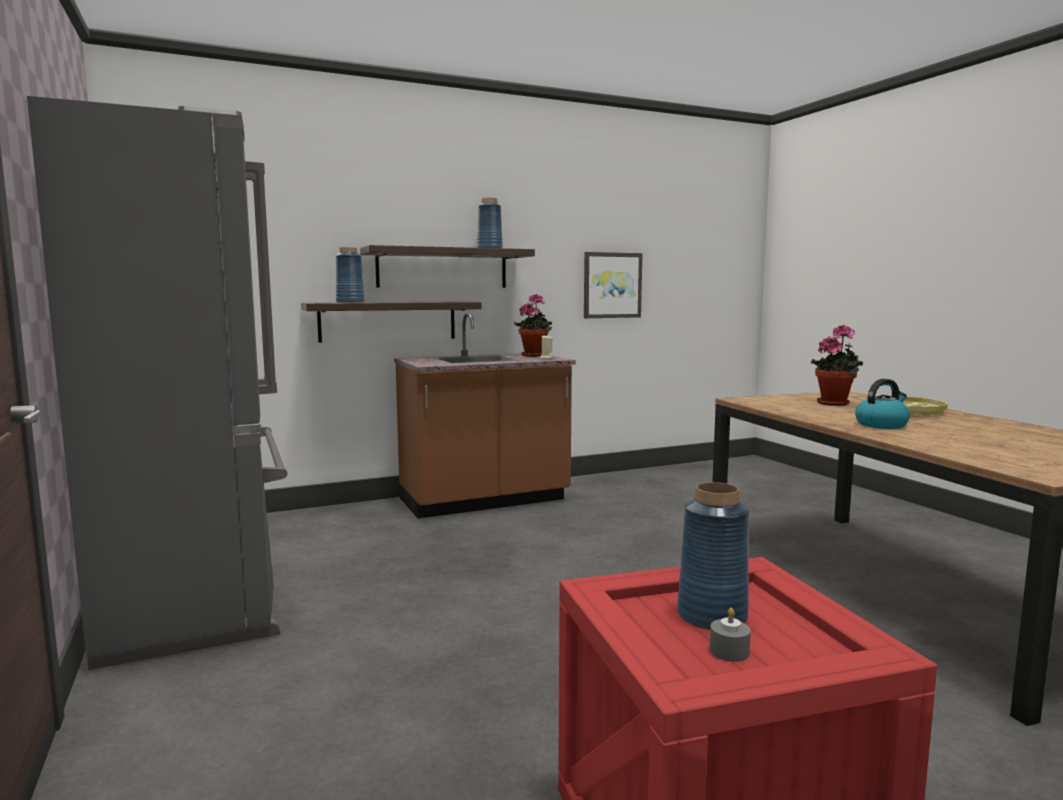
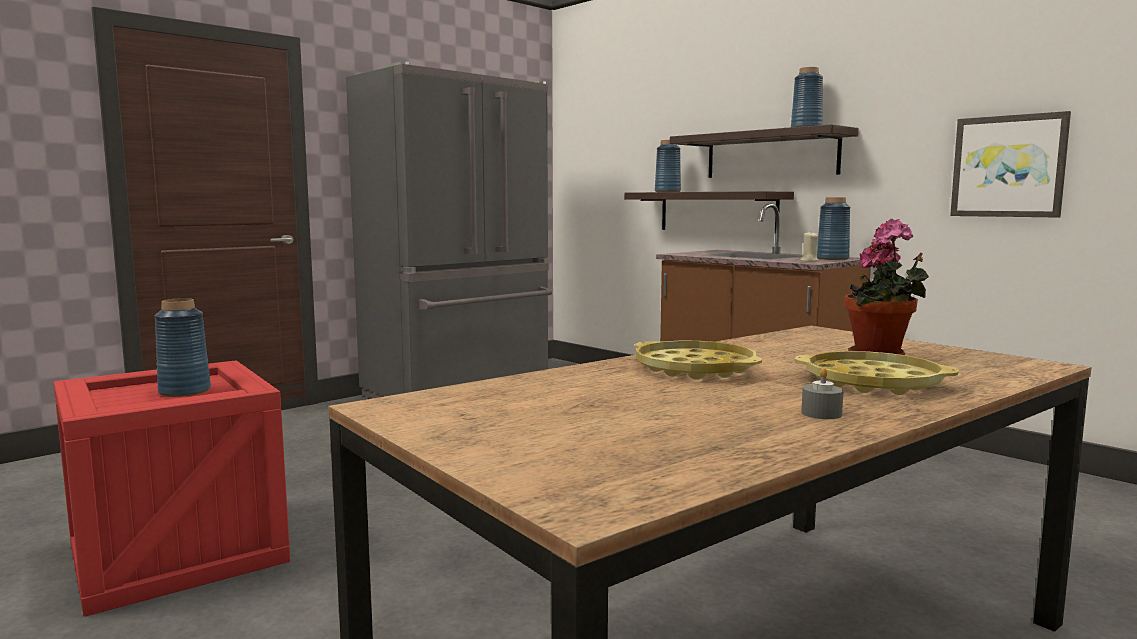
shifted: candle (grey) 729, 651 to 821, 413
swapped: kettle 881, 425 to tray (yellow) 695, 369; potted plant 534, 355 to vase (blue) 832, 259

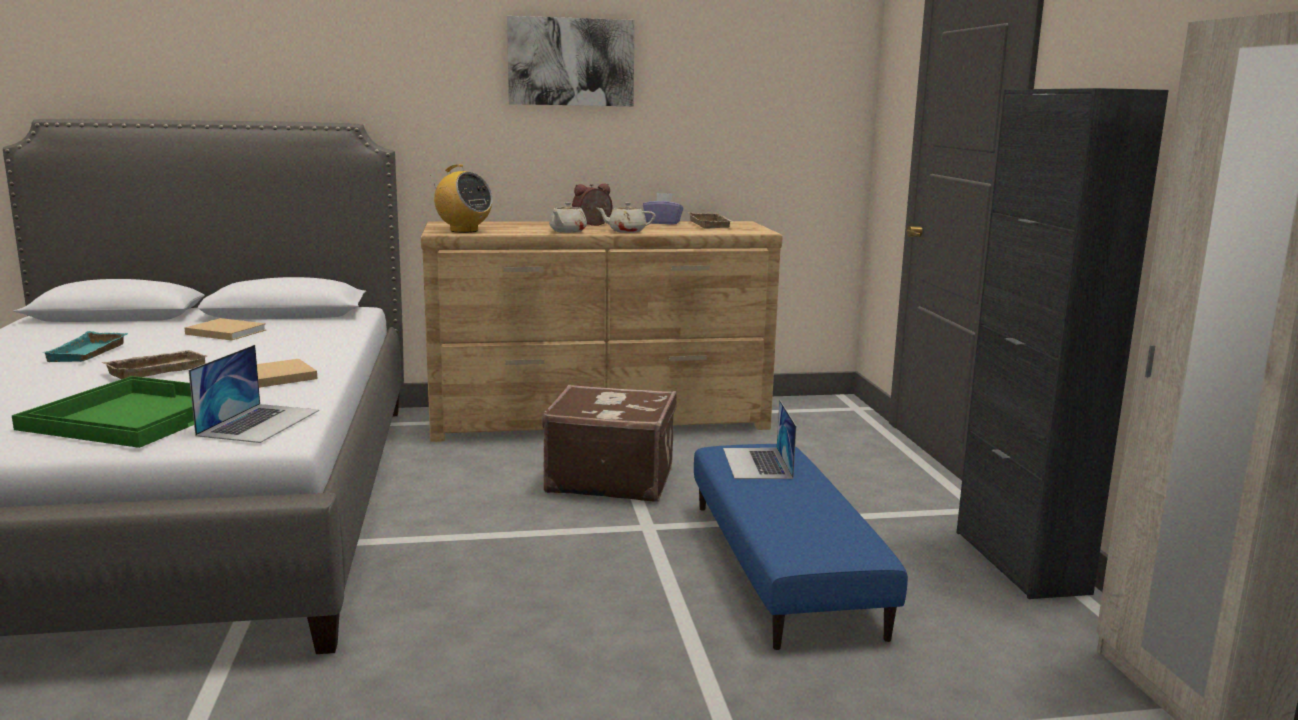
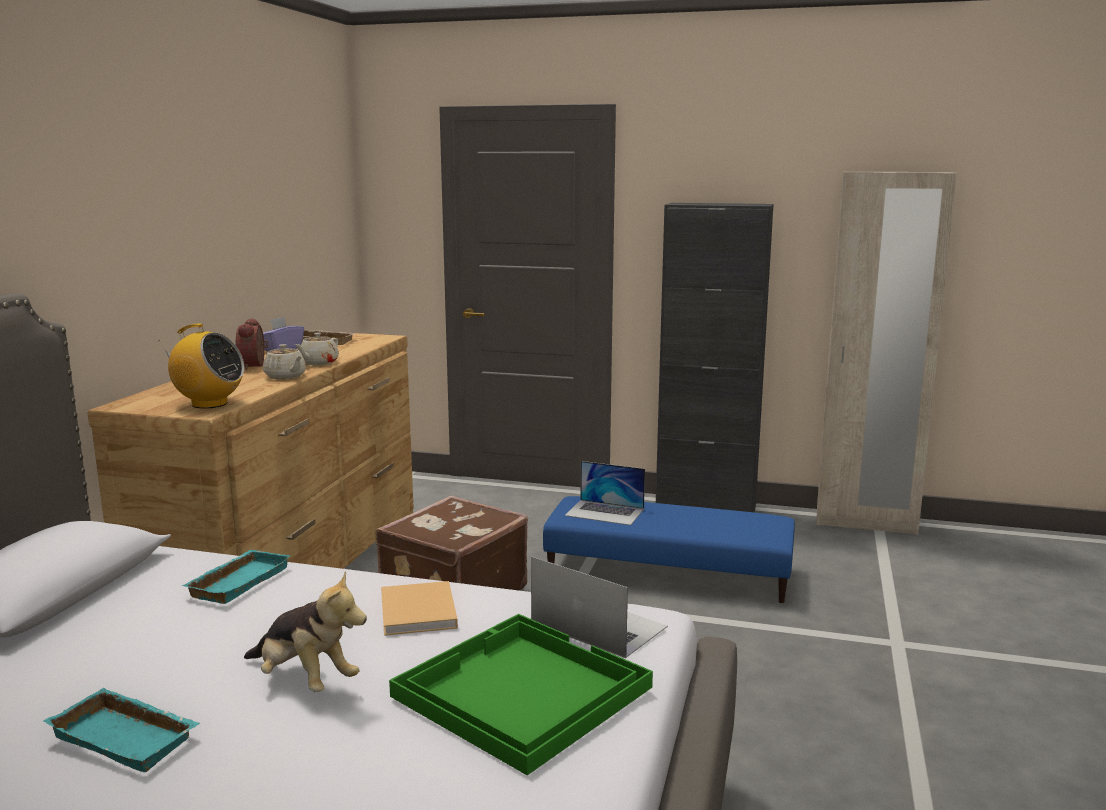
gone: book (beige) 224, 332; picture 571, 62
new: tray (turquoise) 237, 581
swapped: tray (beige) 157, 369 to plush toy 304, 680
rotated: radio 463, 230 = 209, 404 45 degrees clockwise

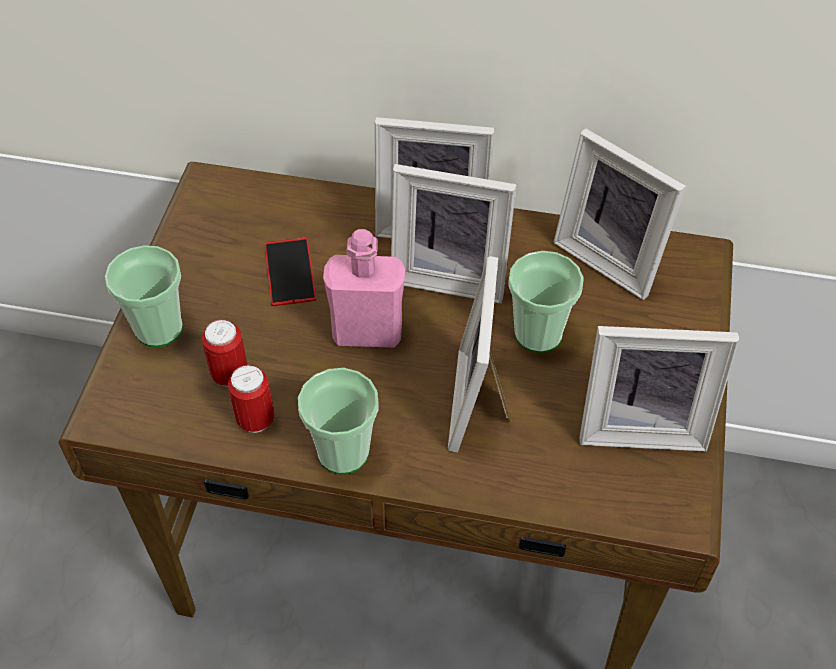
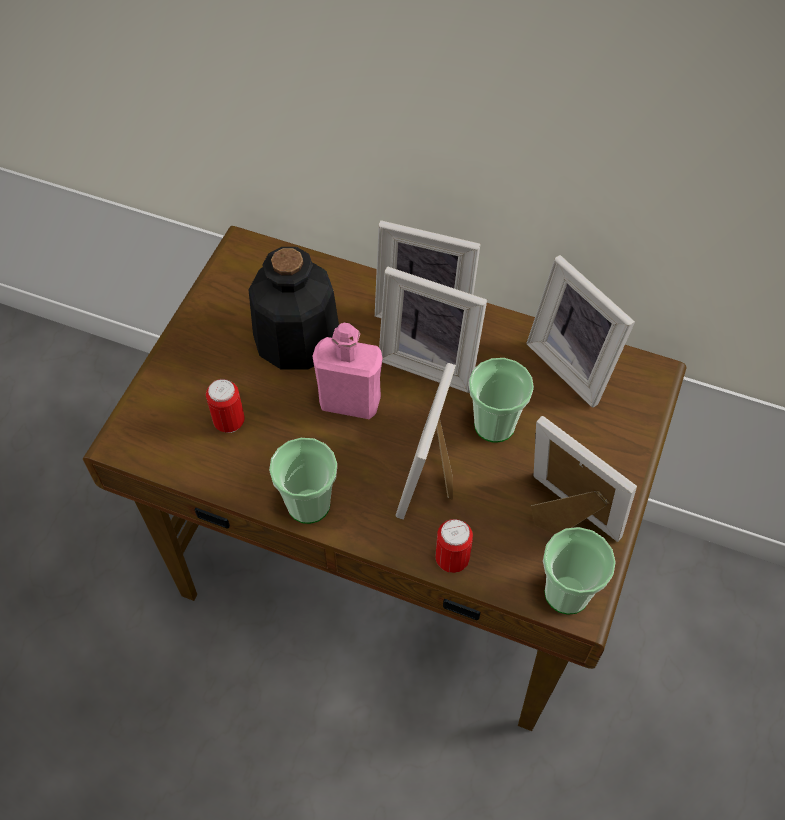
shifted: can 255, 420 to 452, 559; cup 159, 328 to 567, 593
swapped: phone 290, 272 to bottle 296, 338
rotated: picture frame 641, 424 = 564, 519 150 degrees counterclockwise

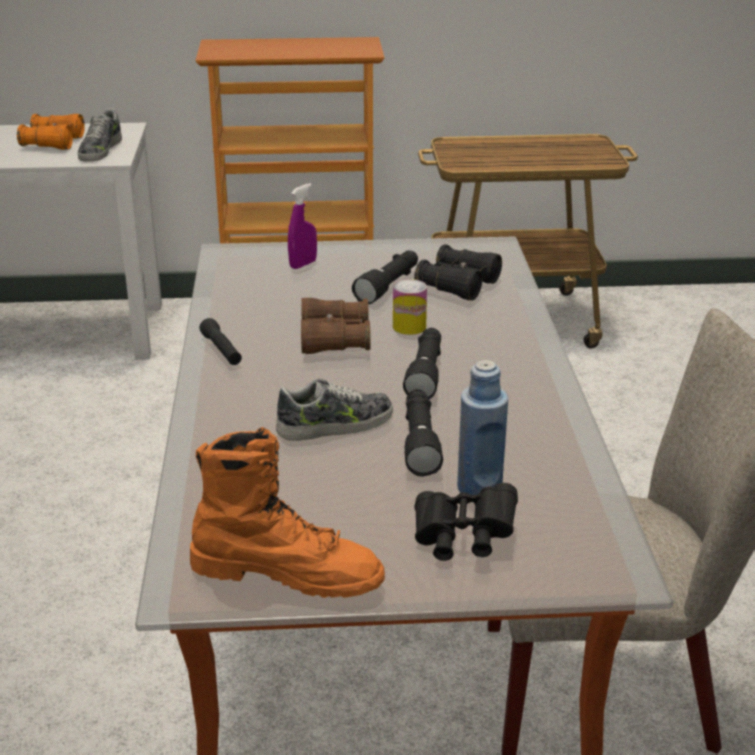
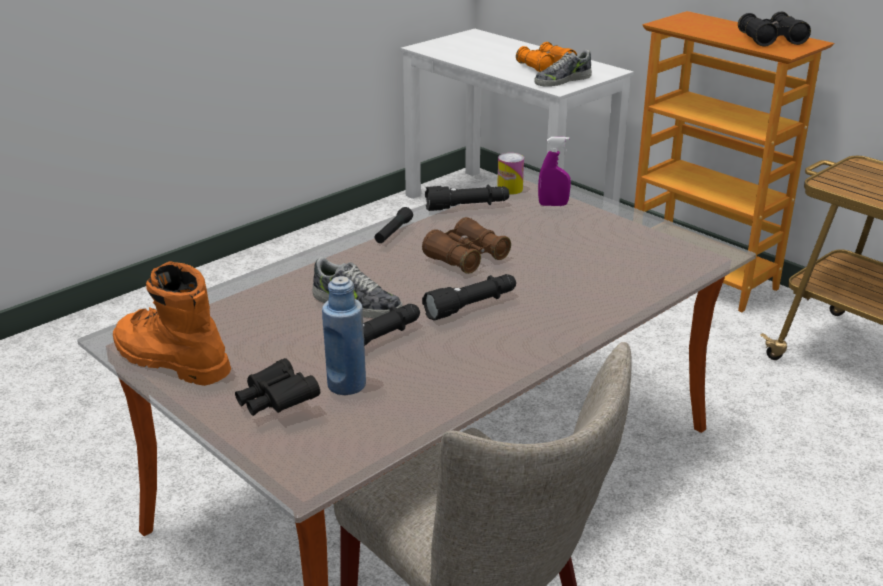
shifted: flashlight (black) 389, 286 to 467, 207; can 409, 327 to 510, 189; binoculars (black) 458, 285 to 771, 40
rotated: boot (orange) 287, 574 = 169, 360 150 degrees clockwise

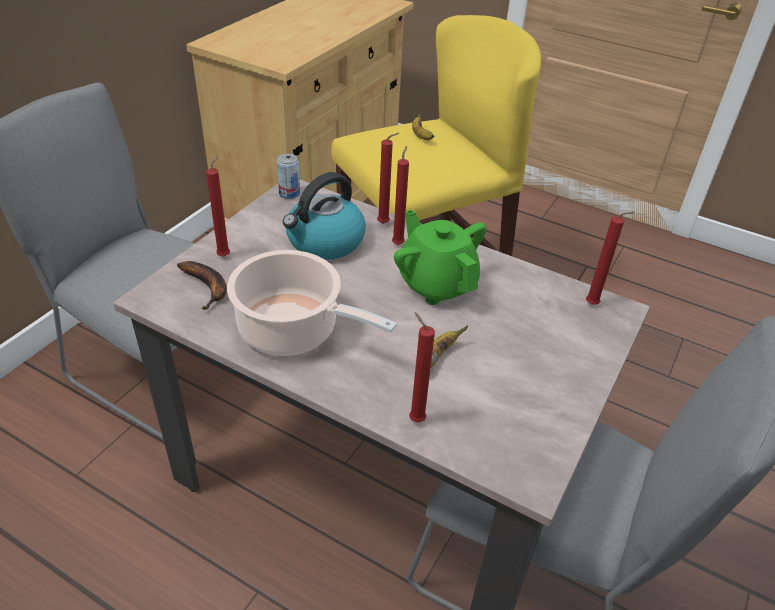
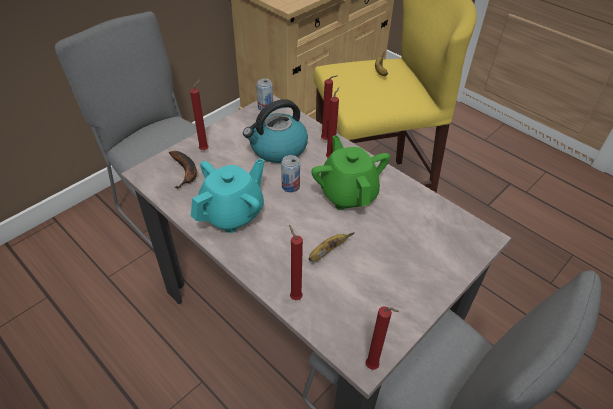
new: can 290, 186
shifted: candle (red) 594, 305 to 373, 367
swapped: cooking pot 294, 330 to teapot (turquoise) 233, 214

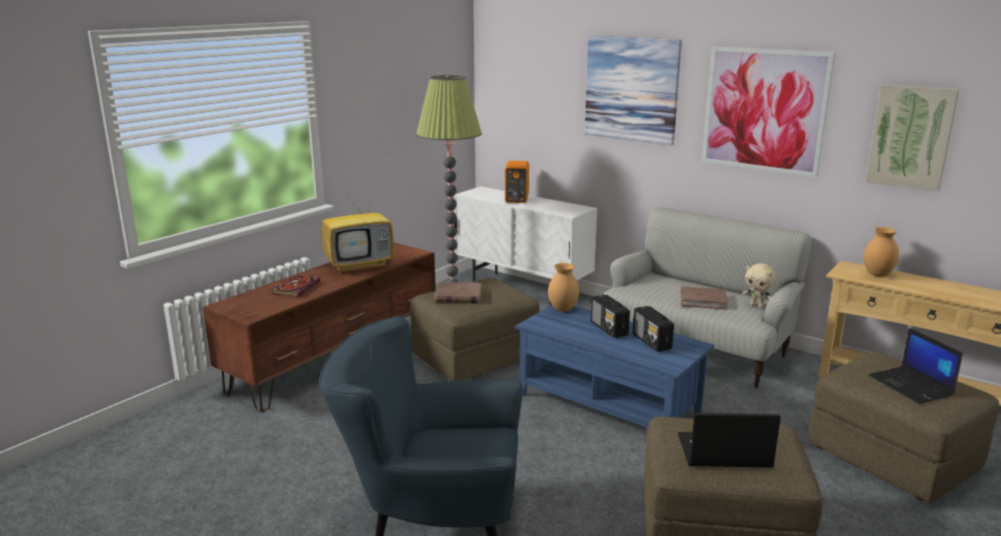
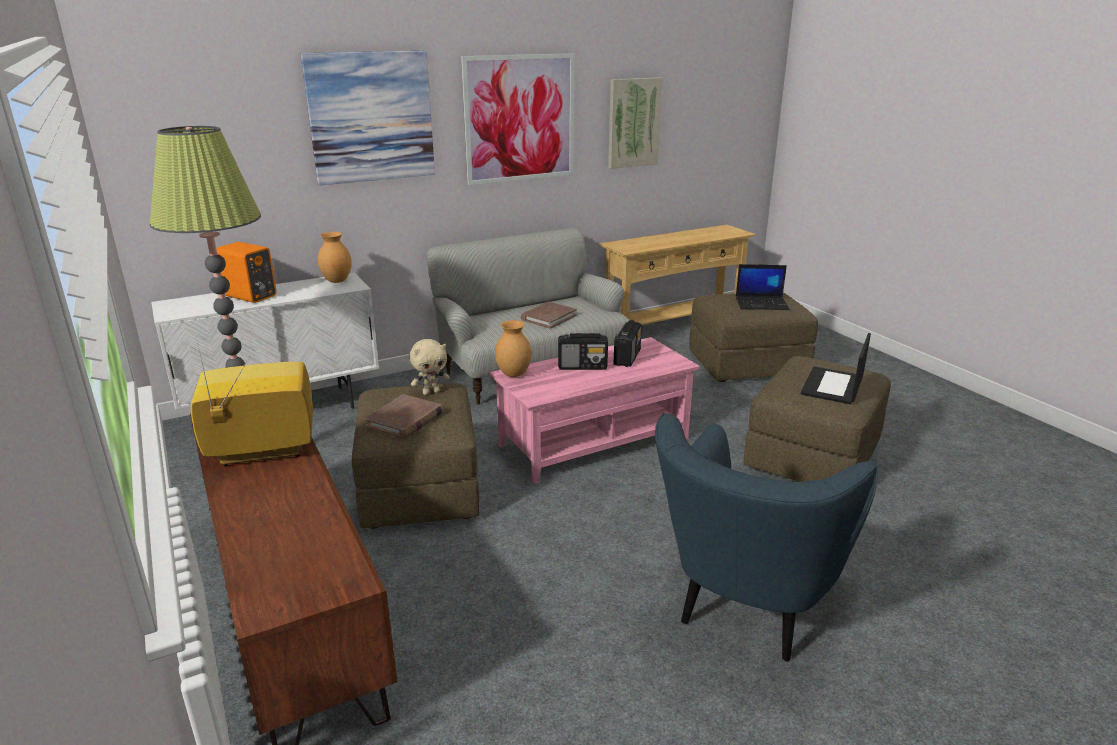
gone: book 295, 287
shifted: vase (brown) 877, 274 to 336, 281; plush toy (beige) 757, 306 to 431, 392
repainted: coffee table (blue) 608, 404 to coffee table (pink) 594, 441
rotated: television 360, 265 = 260, 452 105 degrees counterclockwise; radio 652, 342 = 627, 357 75 degrees counterclockwise

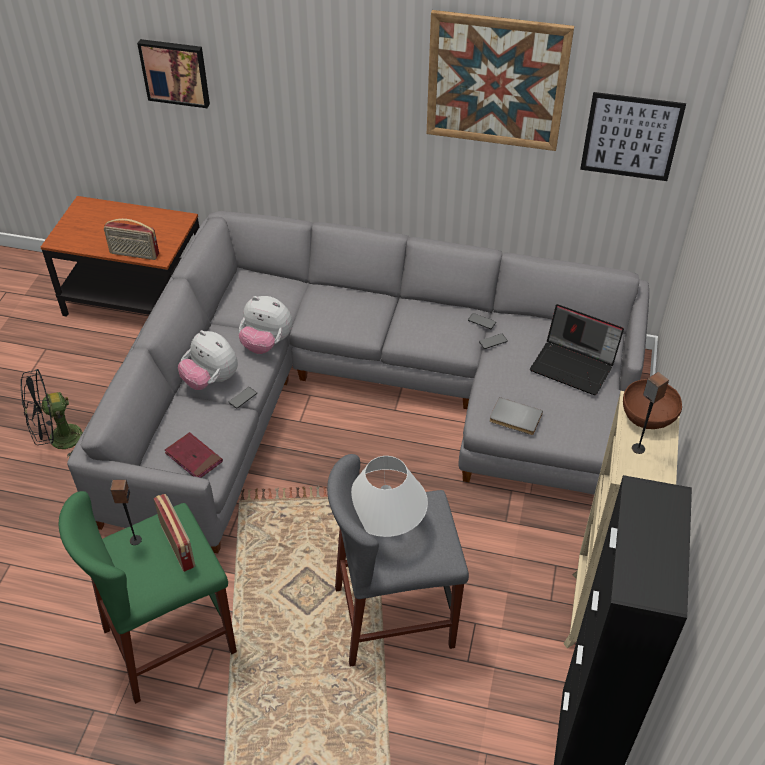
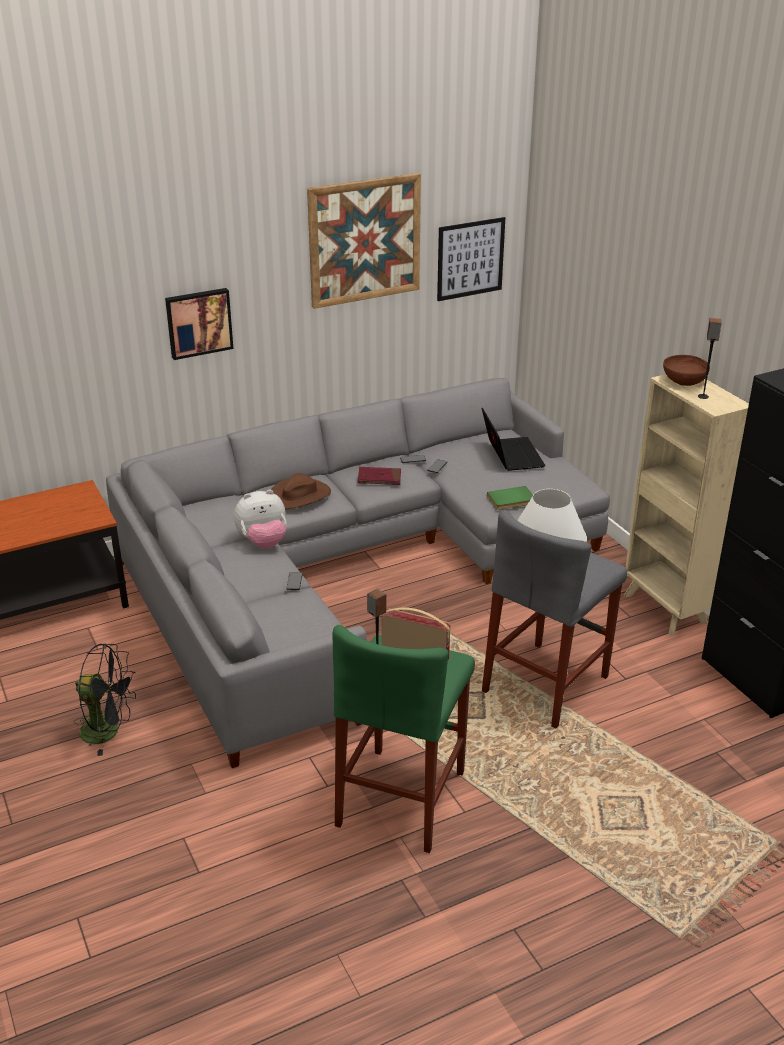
gone: radio 134, 254; plush toy 211, 380
new: hat (brown) 299, 496
shifted: picture 175, 72 to 198, 322; book (red) 194, 458 to 379, 478
repainted: book (grey) 515, 419 to book (green) 511, 500
rotated: fan (black) 58, 441 = 108, 731 105 degrees counterclockwise; laptop 574, 365 = 510, 455 90 degrees counterclockwise

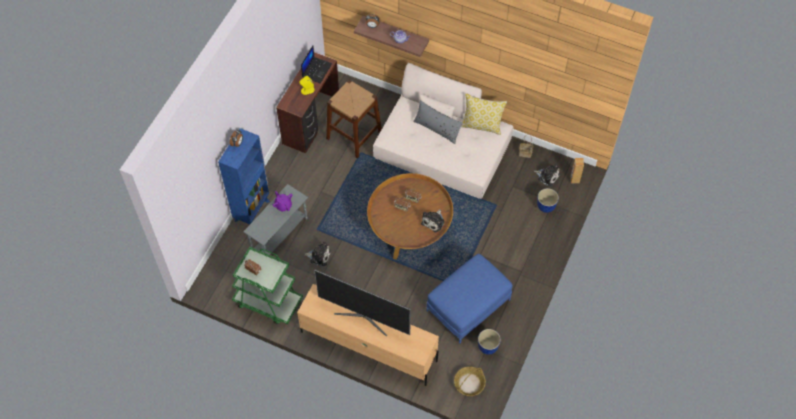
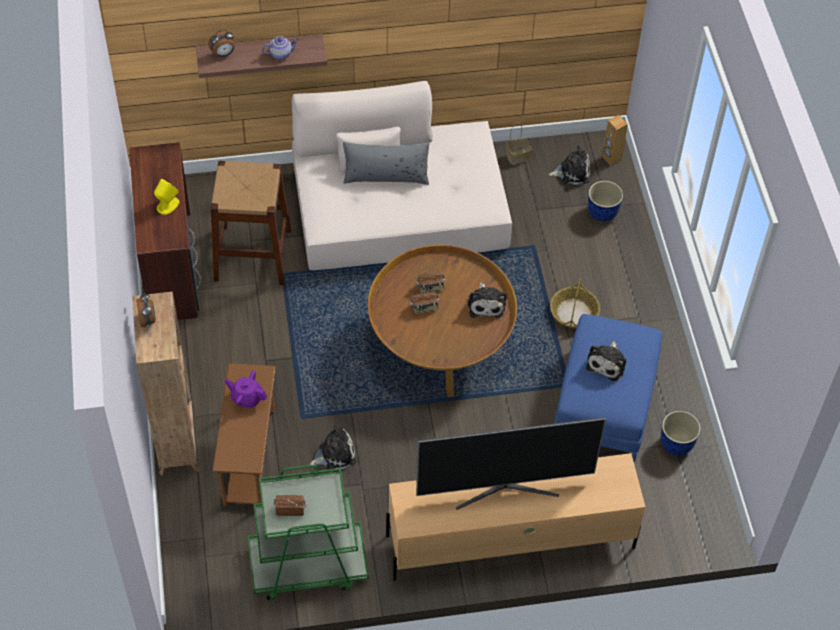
gone: laptop 316, 70; pillow 482, 125
new: plush toy 607, 363
shifted: basket 469, 383 to 574, 313
repainted: bookcase (blue) 252, 210 to bookcase (brown) 178, 443; side table (grey) 280, 235 to side table (brown) 250, 457

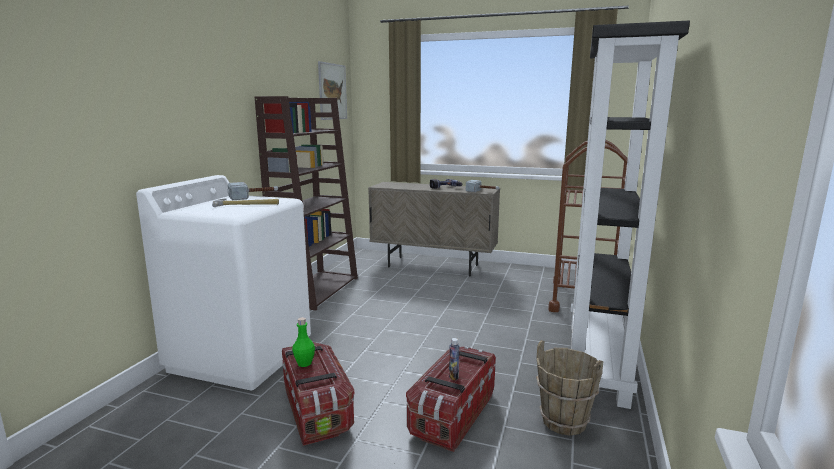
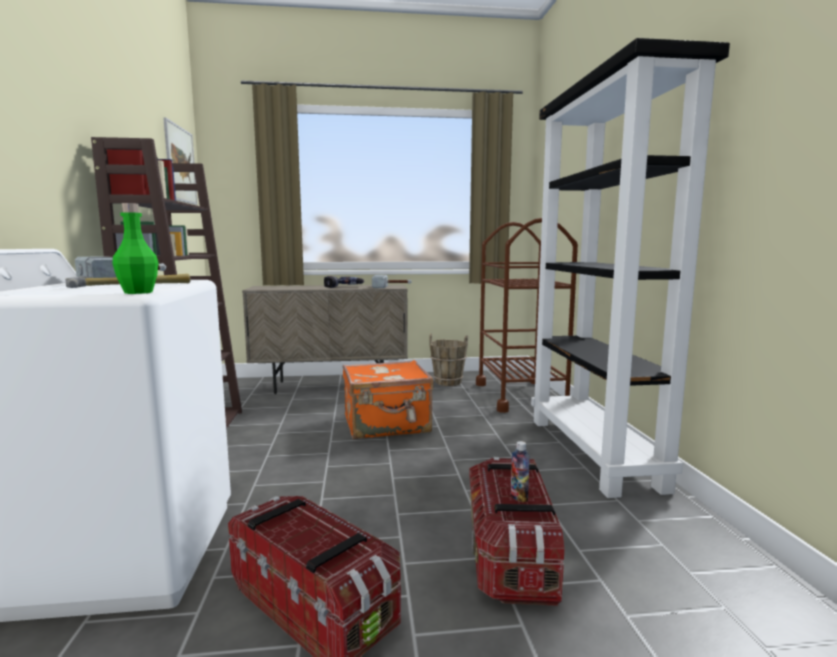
new: suitcase (orange) 387, 425
shifted: bottle (green) 304, 363 to 138, 292; bucket (brown) 564, 421 to 448, 382

